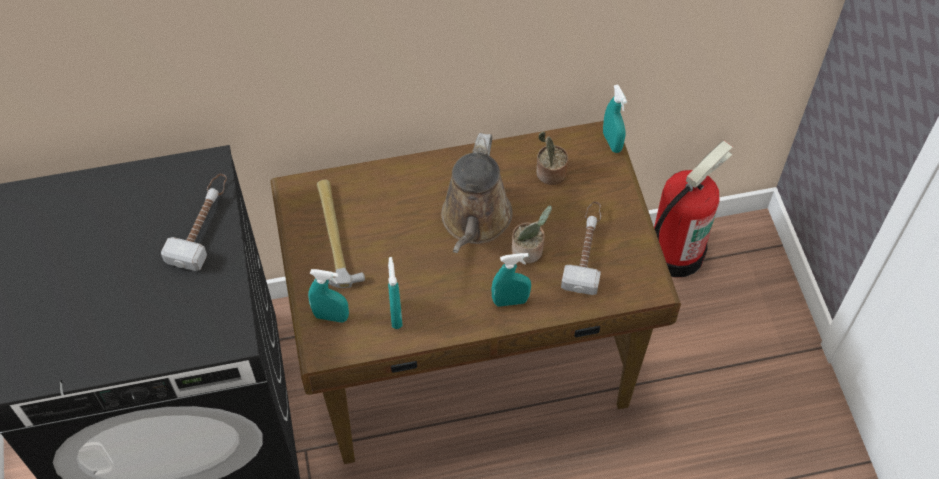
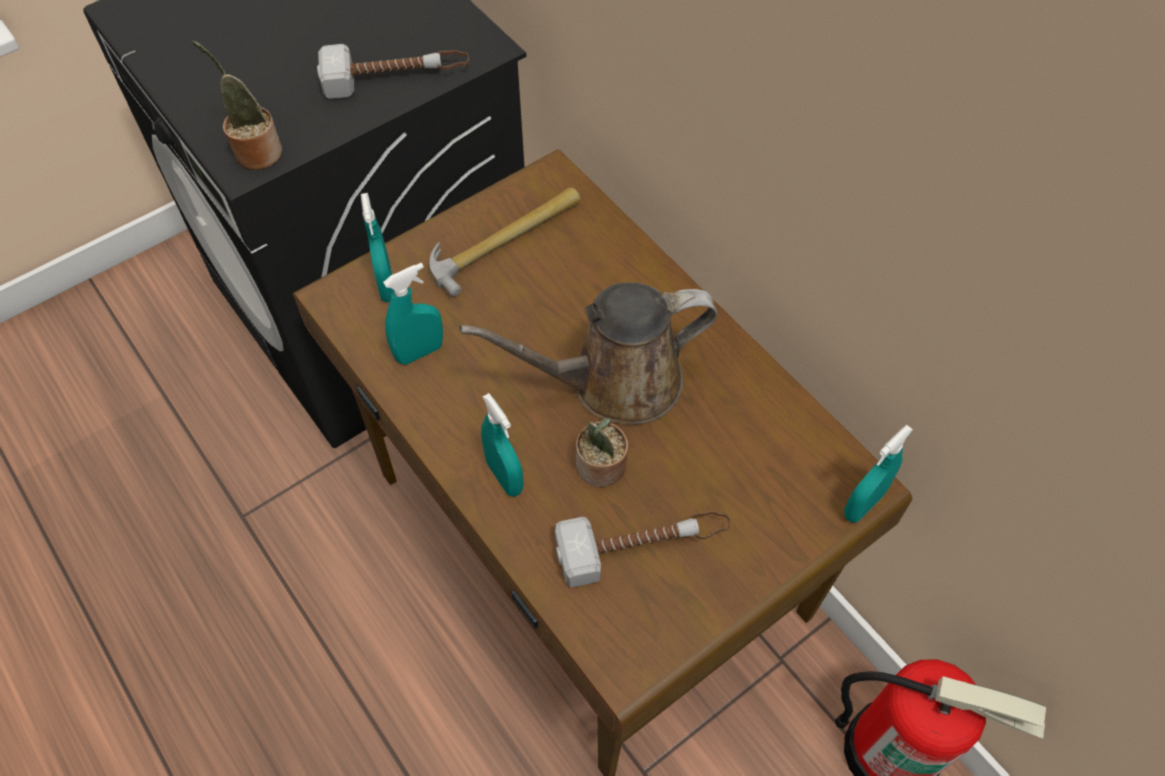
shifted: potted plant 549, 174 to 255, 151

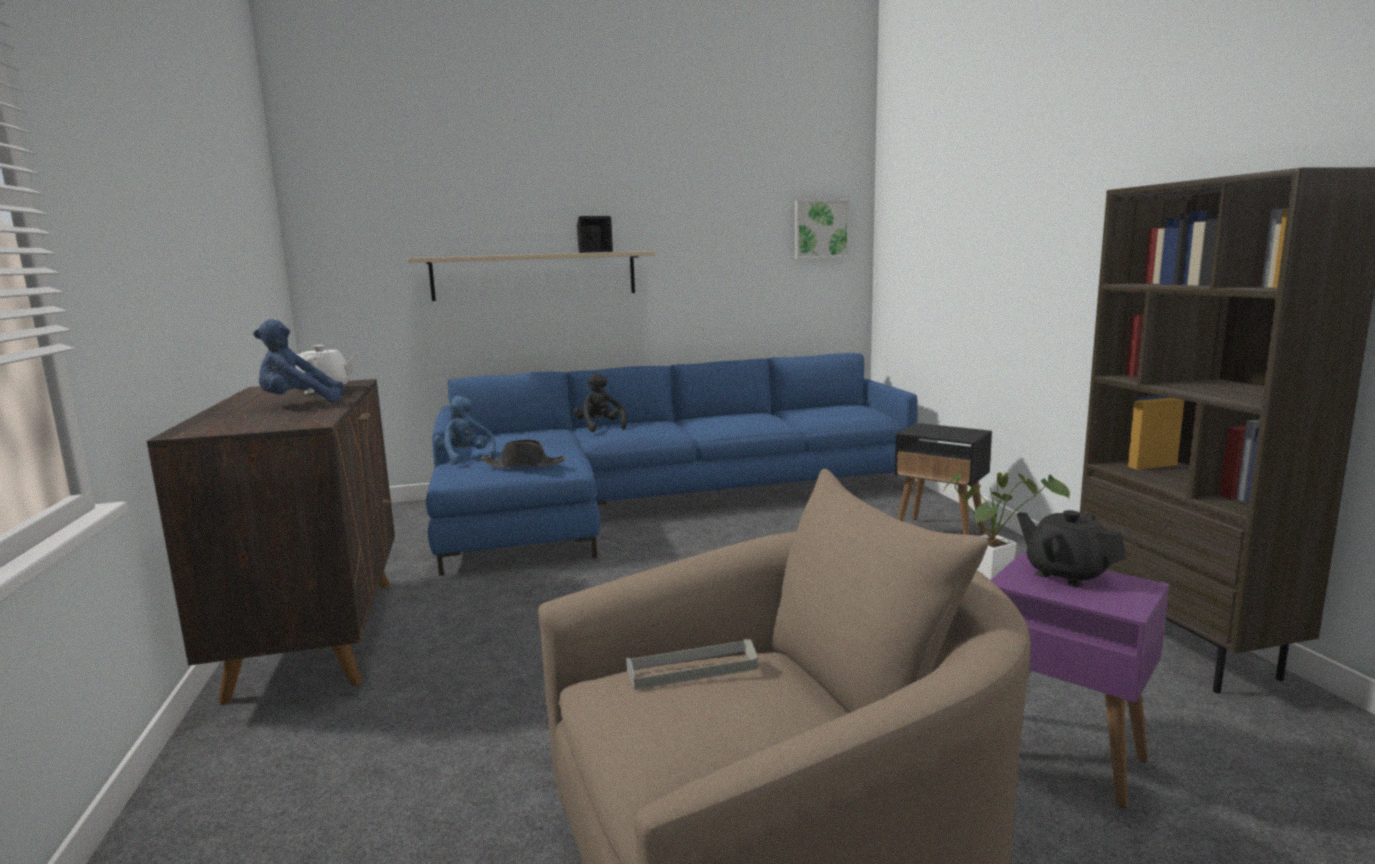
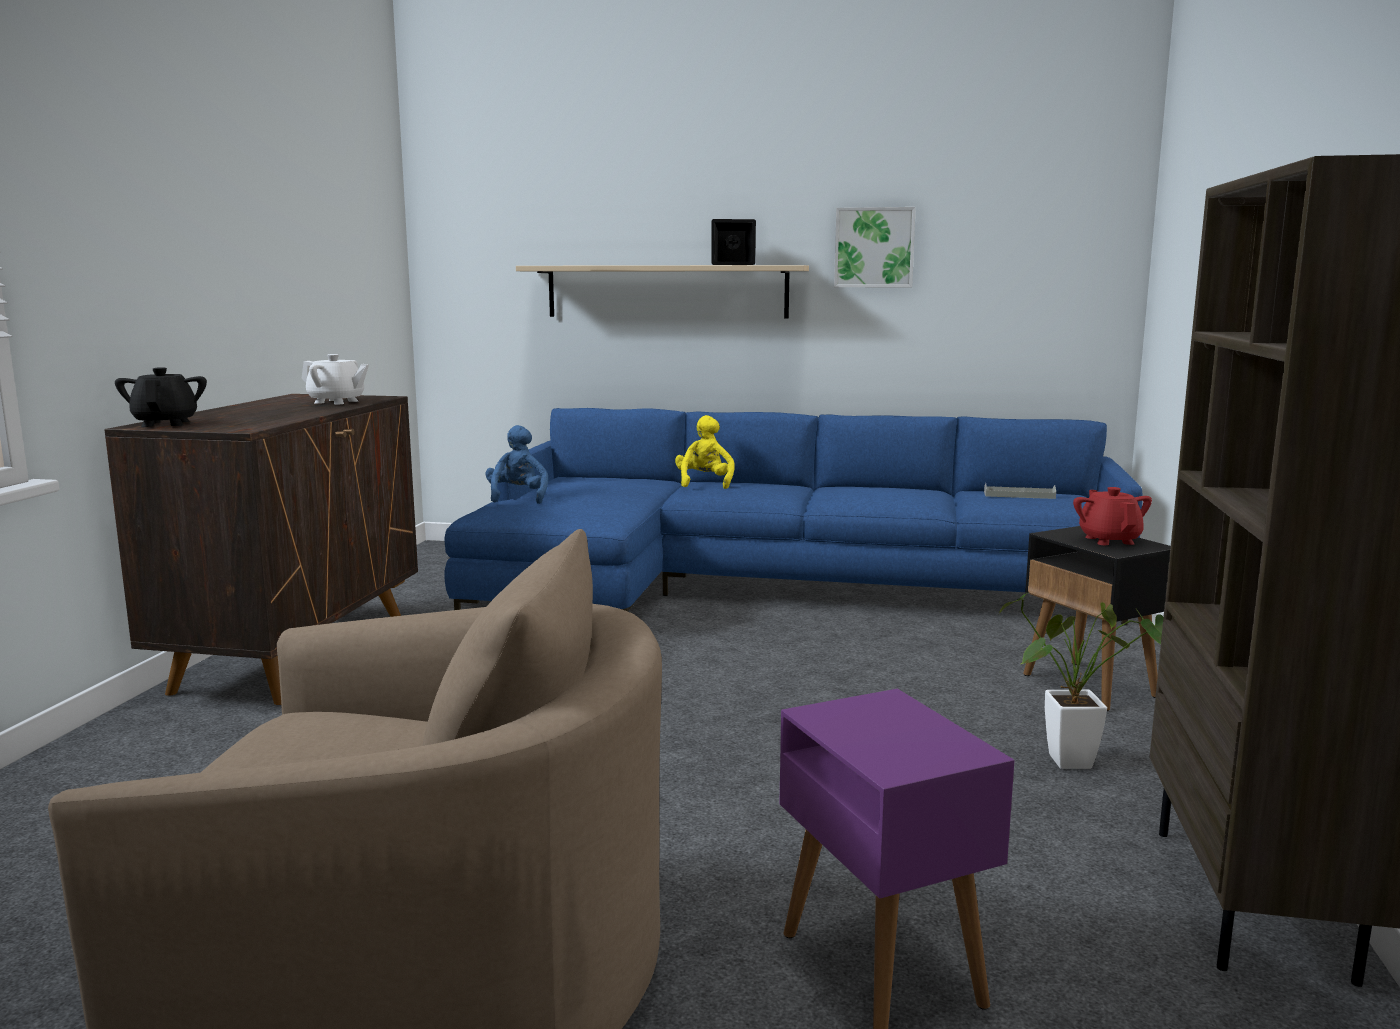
gone: plush toy (blue) 299, 404; hat (black) 524, 464
new: teapot (red) 1109, 540
shifted: teapot (black) 1065, 574 to 166, 423; picture 820, 229 to 874, 247; tray (grey) 692, 669 to 1019, 495
repainted: plush toy (black) 600, 427 to plush toy (yellow) 704, 483

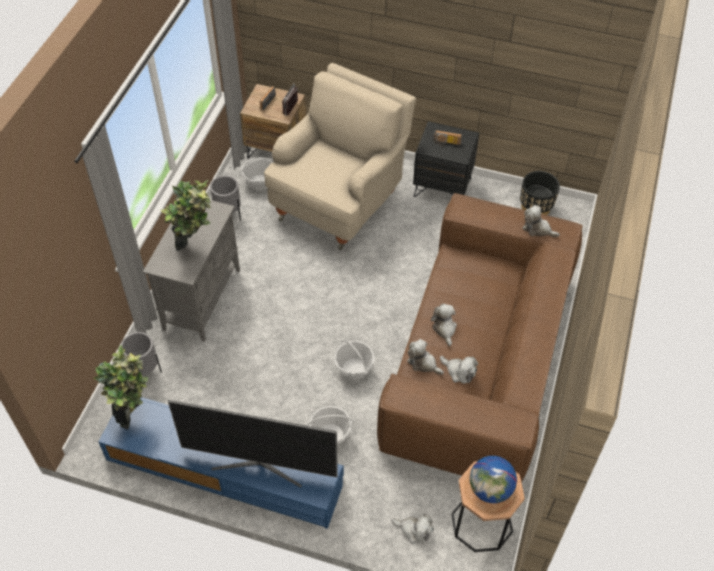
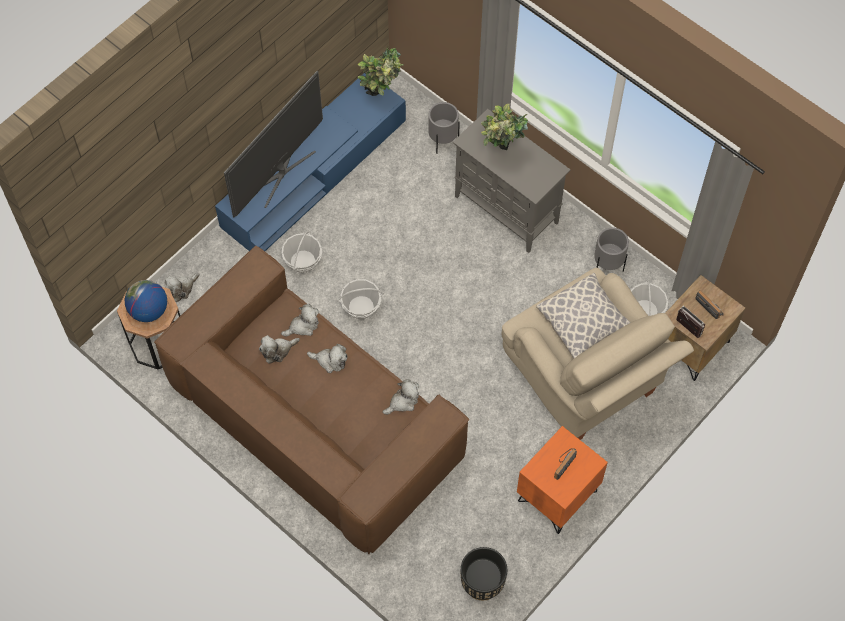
new: pillow 583, 322
shifted: plush toy 537, 229 to 403, 401
repainted: nightstand (black) 442, 187 to nightstand (orange) 558, 496

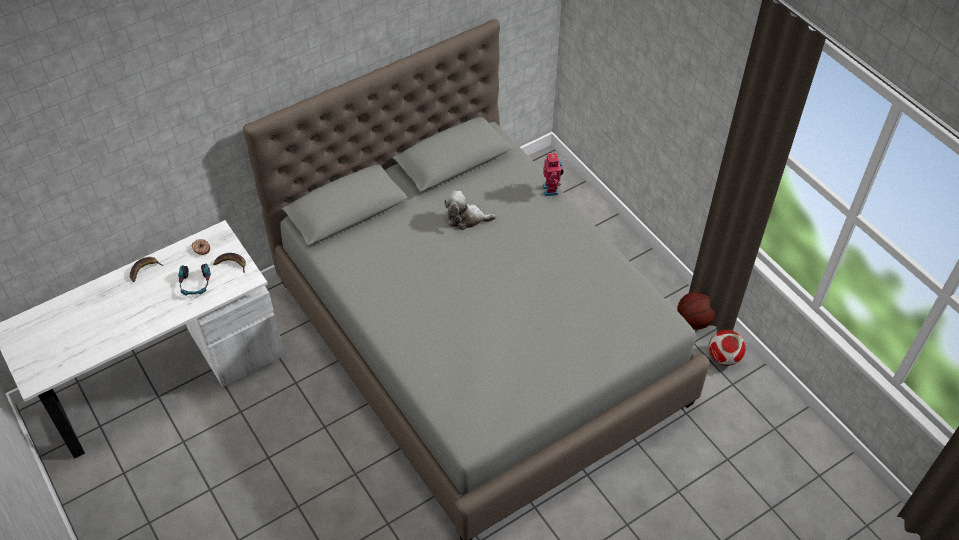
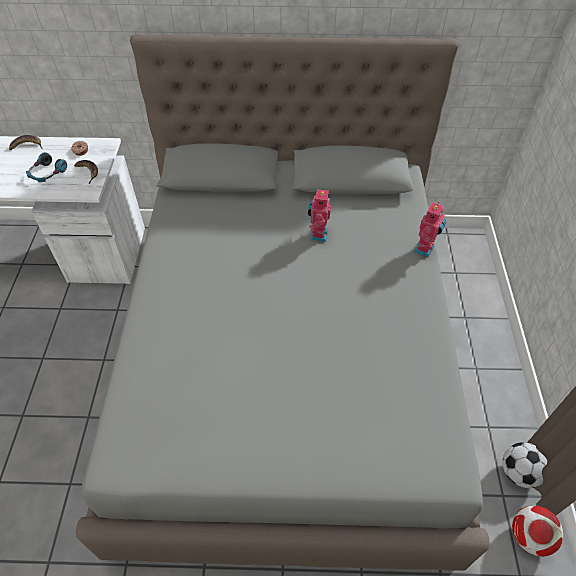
swapped: plush toy 466, 218 to toy robot 317, 234; basketball 693, 321 to football 518, 472

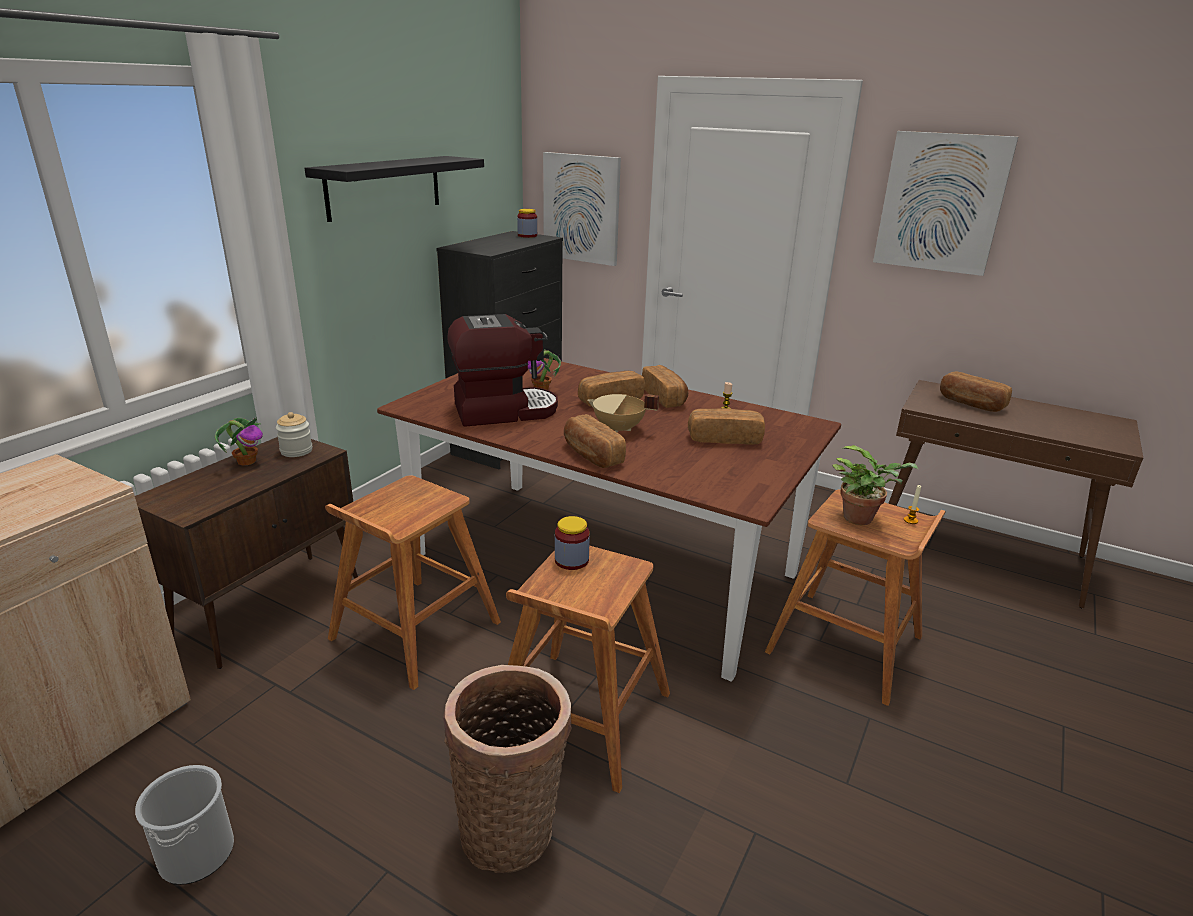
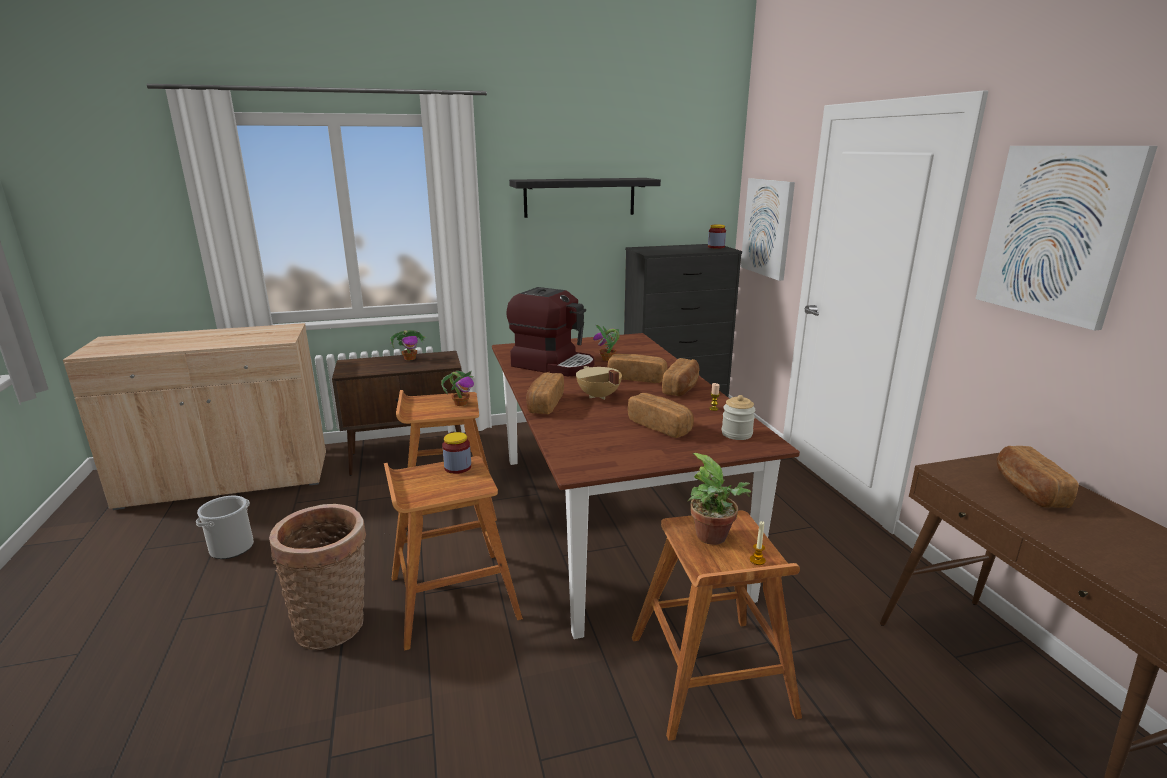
new: potted plant 461, 403
shifted: jar 296, 451 to 736, 434

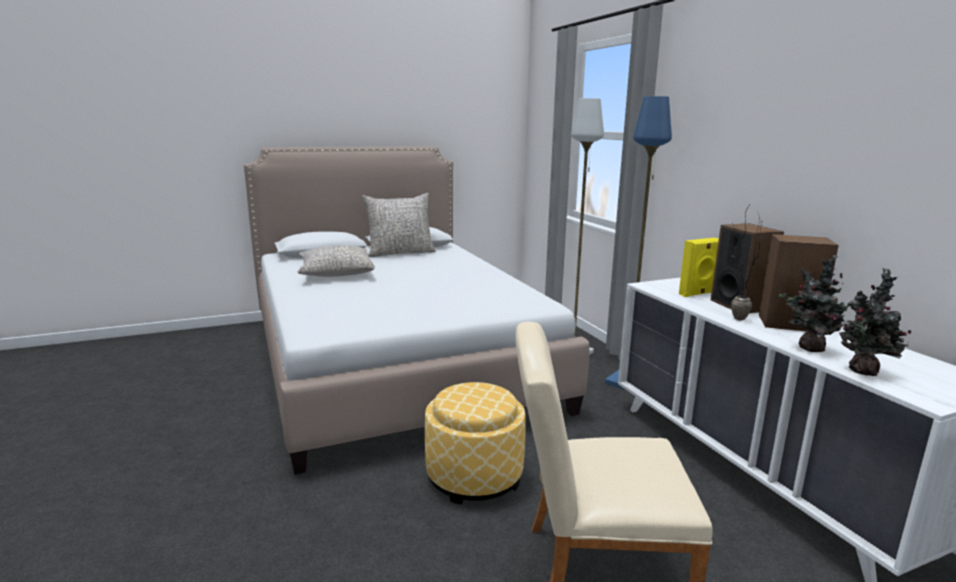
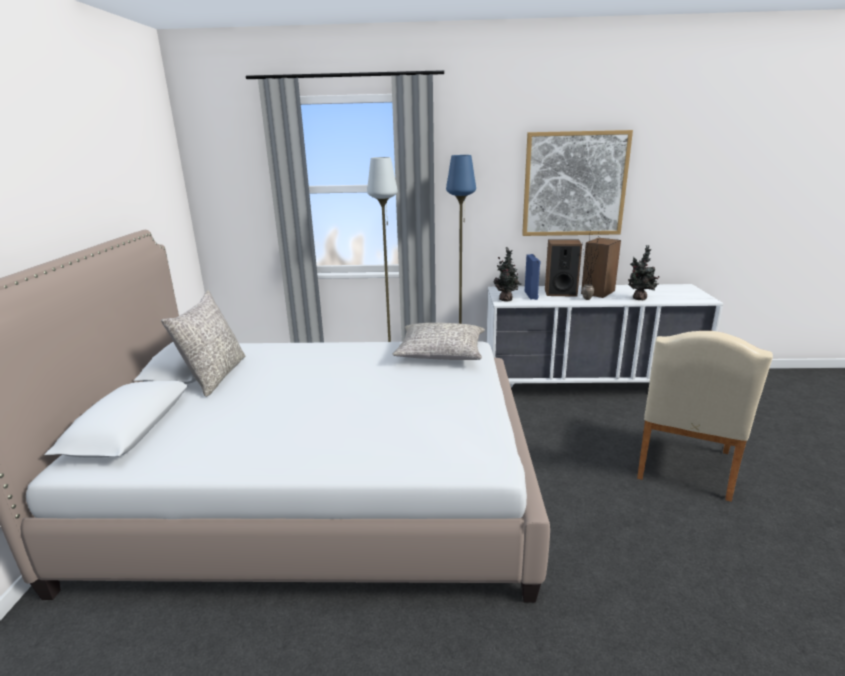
gone: ottoman 474, 476
new: picture 574, 184
shifted: pillow (grey) 335, 273 to 440, 354; potted plant 864, 372 to 507, 300
repainted: speaker (yellow) 697, 294 to speaker (blue) 531, 295

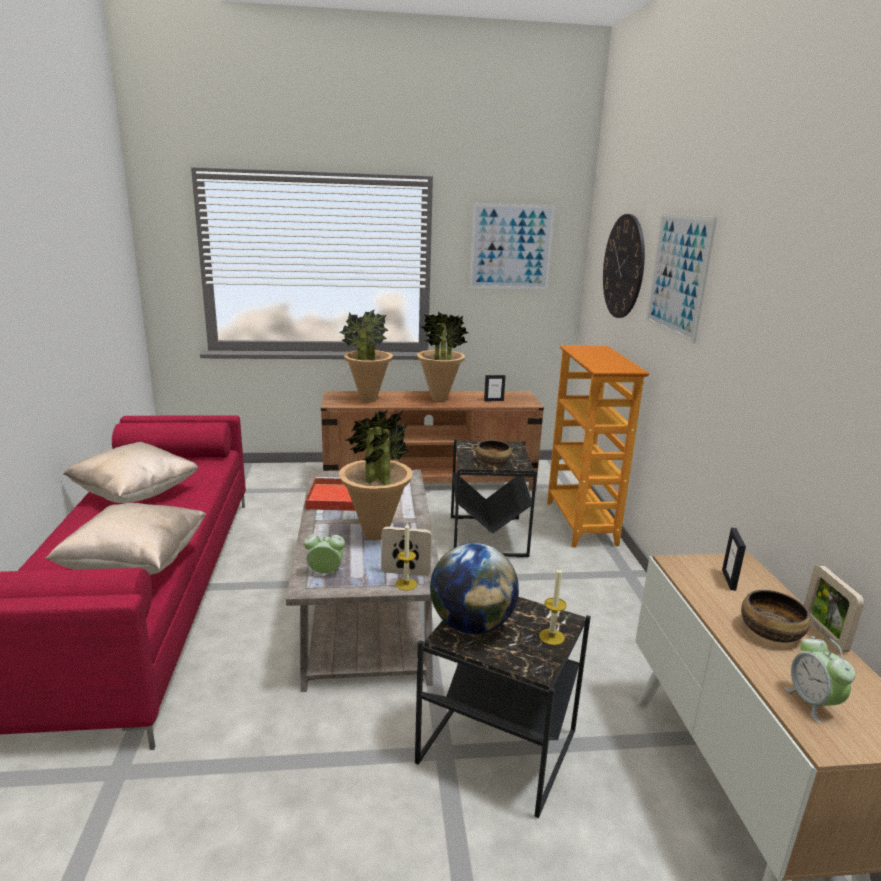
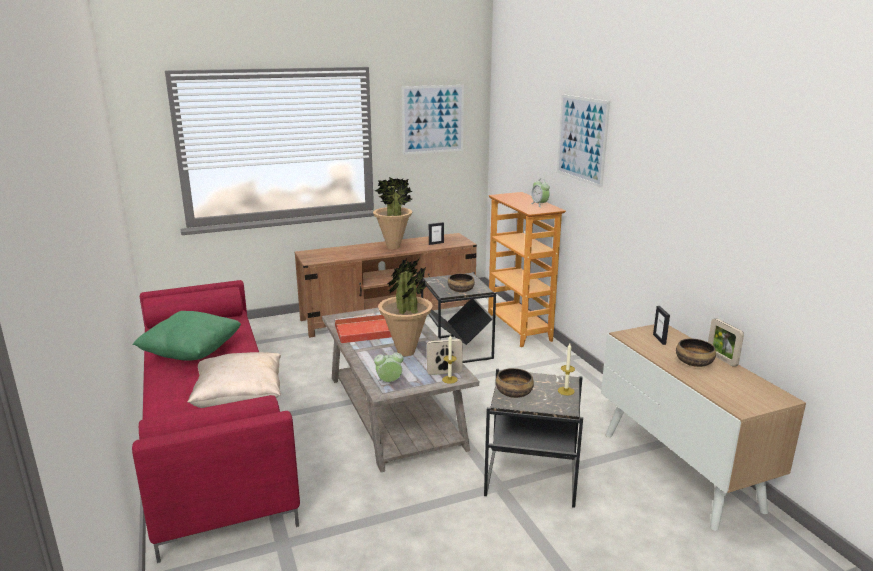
gone: potted plant 368, 400; wall clock 623, 266
shifted: alarm clock 812, 703 to 539, 205
swapped: globe 472, 624 to bowl 513, 393
repainted: pillow (beige) 136, 494 to pillow (green) 192, 353

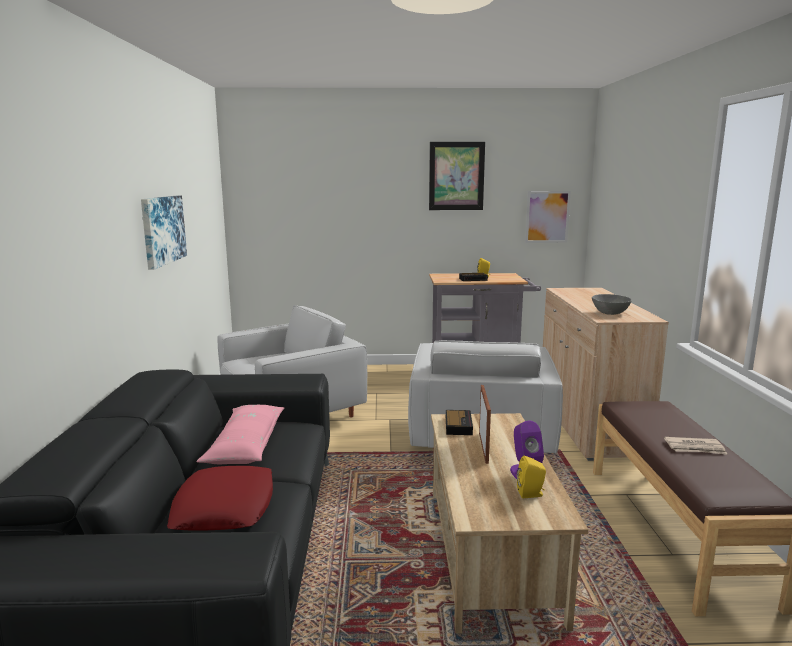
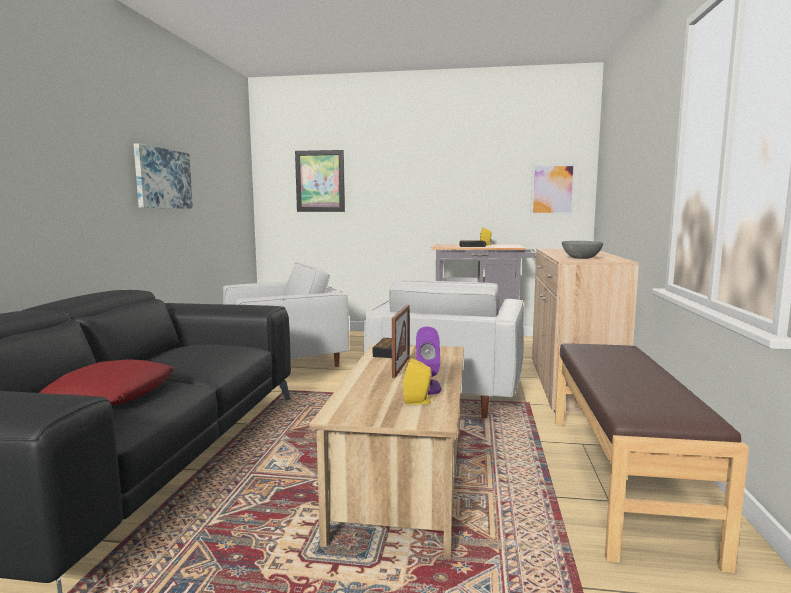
gone: pillow (pink) 246, 445; newspaper 695, 448
shifted: picture 456, 176 to 320, 181

